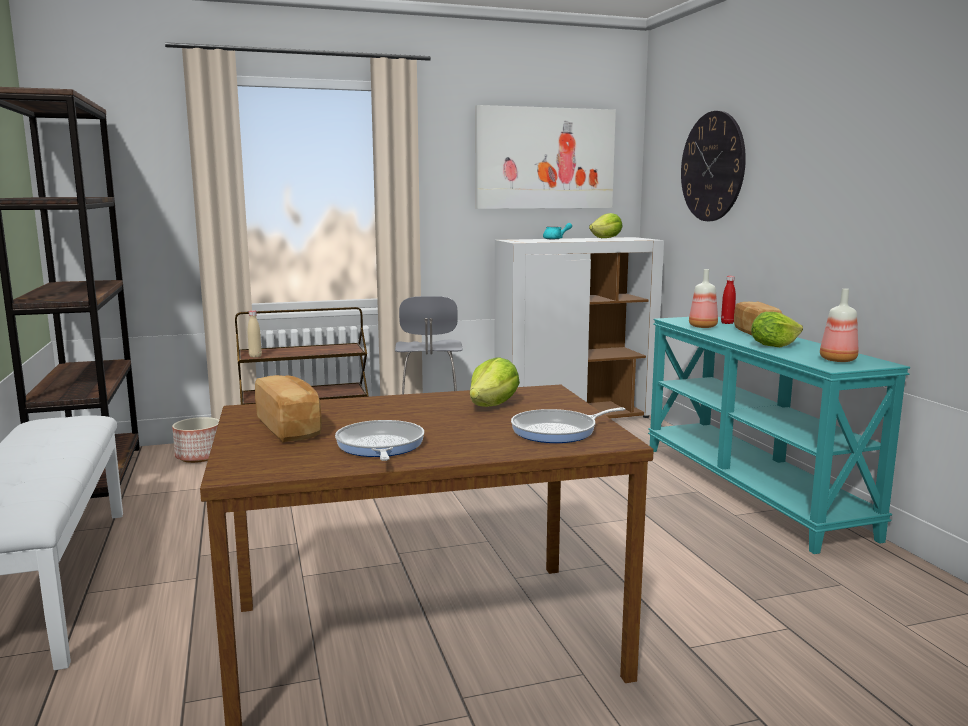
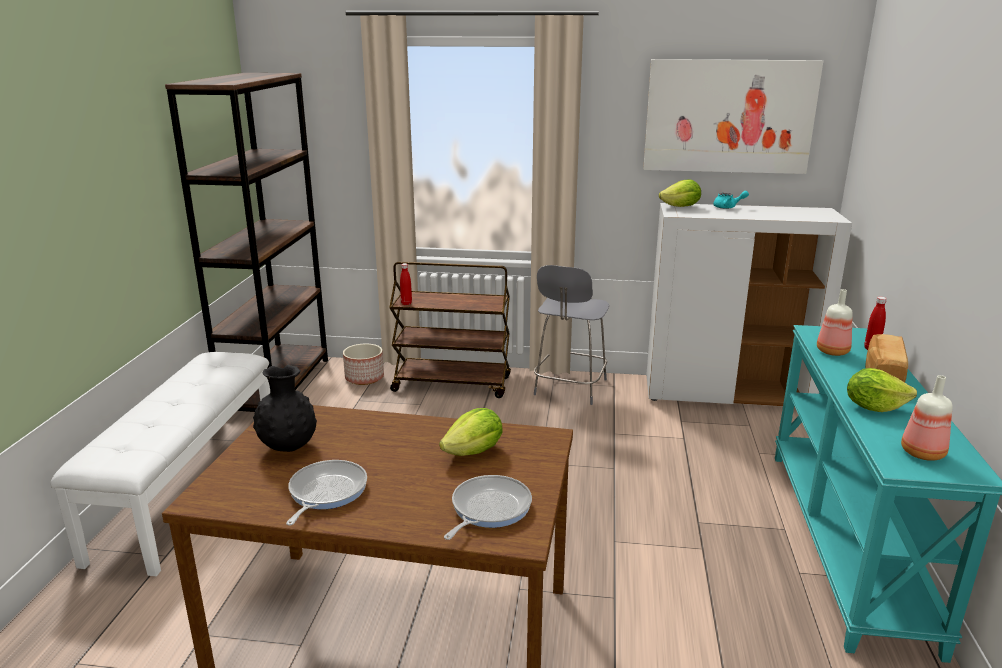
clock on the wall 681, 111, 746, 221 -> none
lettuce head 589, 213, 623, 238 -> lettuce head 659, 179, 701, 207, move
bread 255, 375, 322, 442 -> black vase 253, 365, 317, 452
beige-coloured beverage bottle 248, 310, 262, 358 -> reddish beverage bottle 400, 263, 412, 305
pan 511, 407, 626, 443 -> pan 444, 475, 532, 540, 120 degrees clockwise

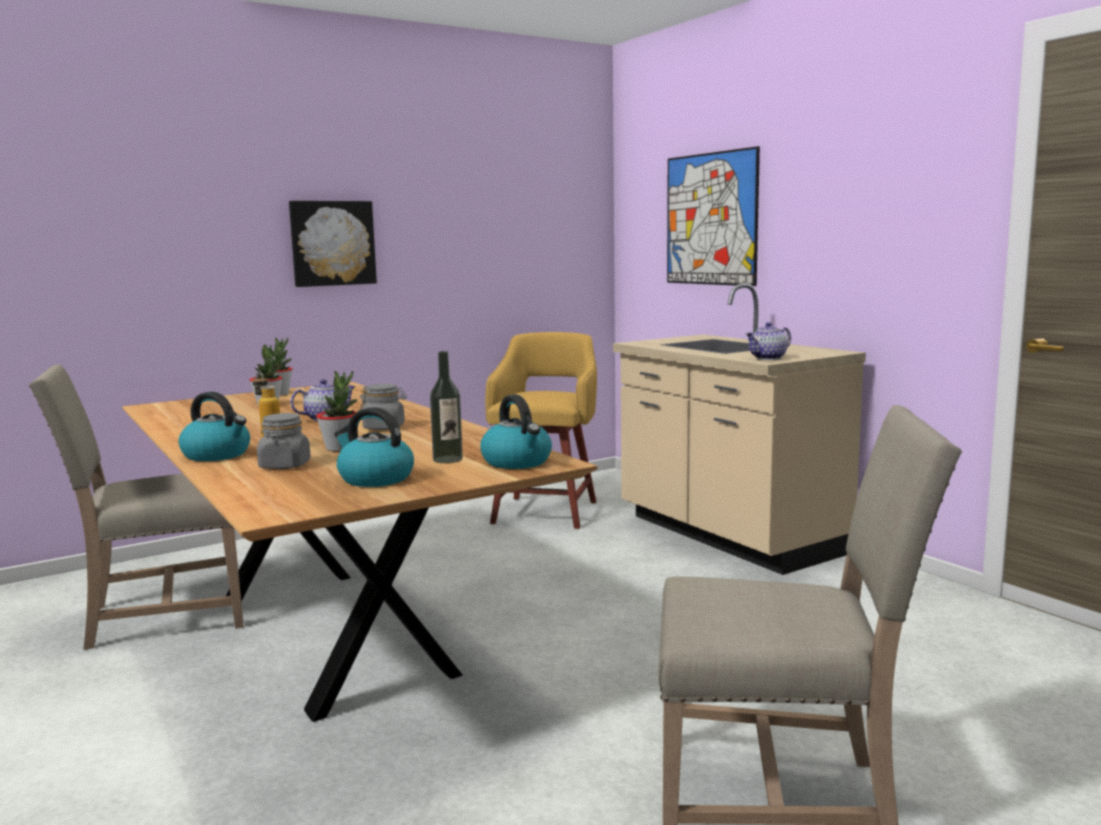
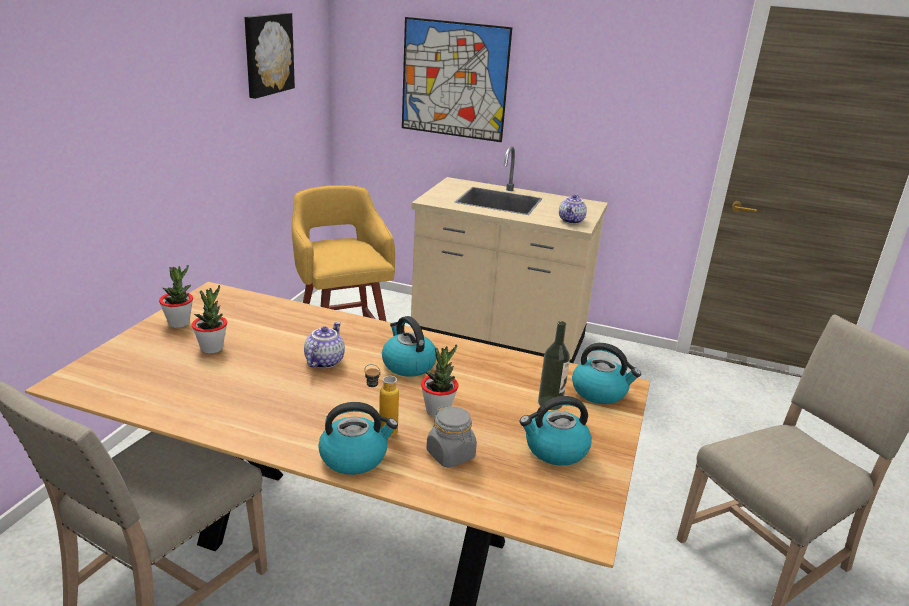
wall picture 289, 201, 377, 287 -> wall picture 244, 13, 295, 99, move
gray jar 360, 384, 407, 430 -> kettle 382, 316, 436, 377

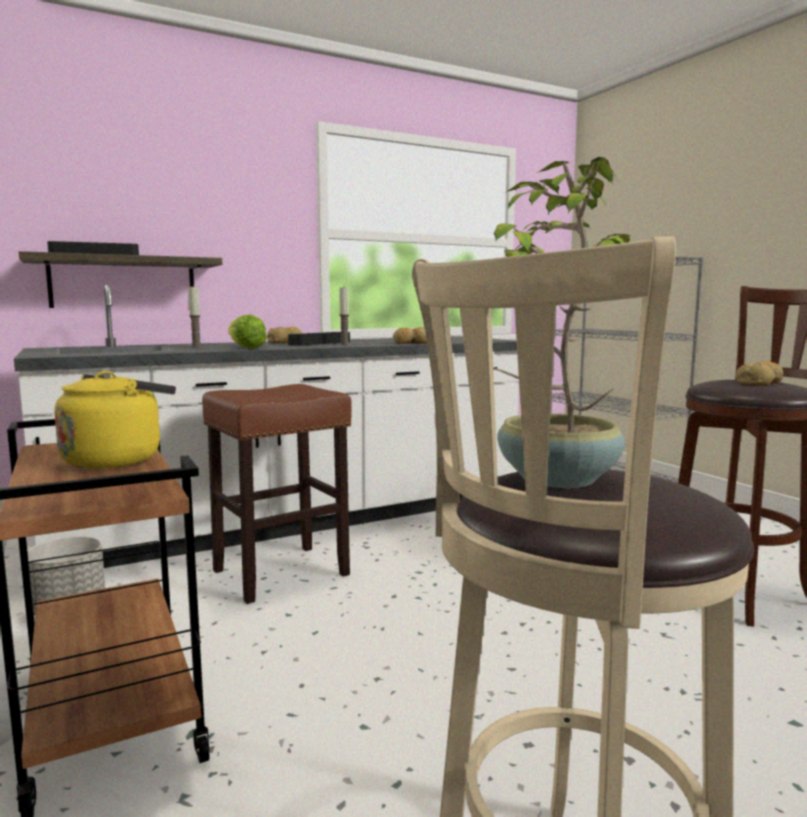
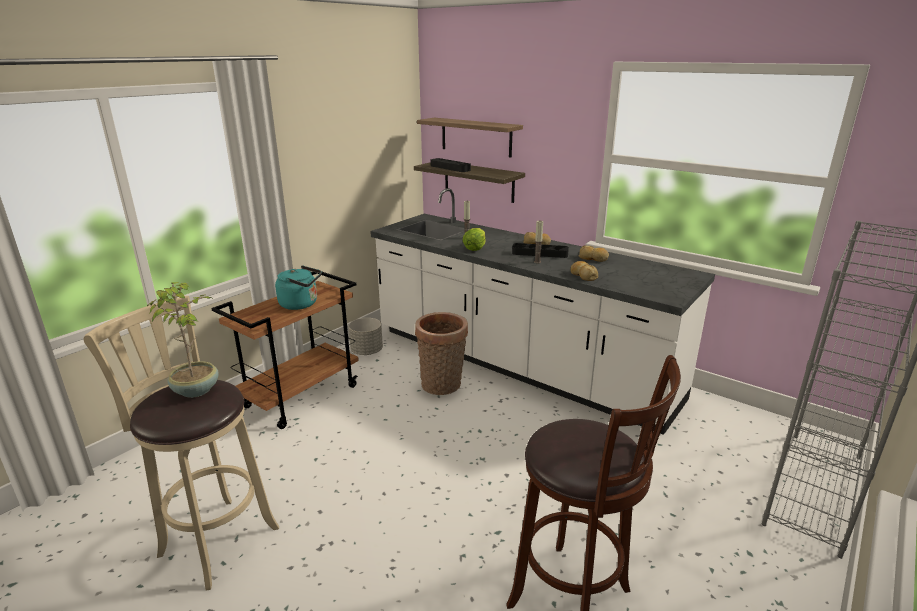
none -> wall shelf 417, 118, 523, 157
bread 736, 361, 783, 386 -> bread 579, 245, 609, 262, move
brown-coloured stool 202, 384, 351, 604 -> household basket 415, 312, 468, 395
yellow kettle 54, 371, 176, 469 -> blue-green kettle 275, 265, 322, 310

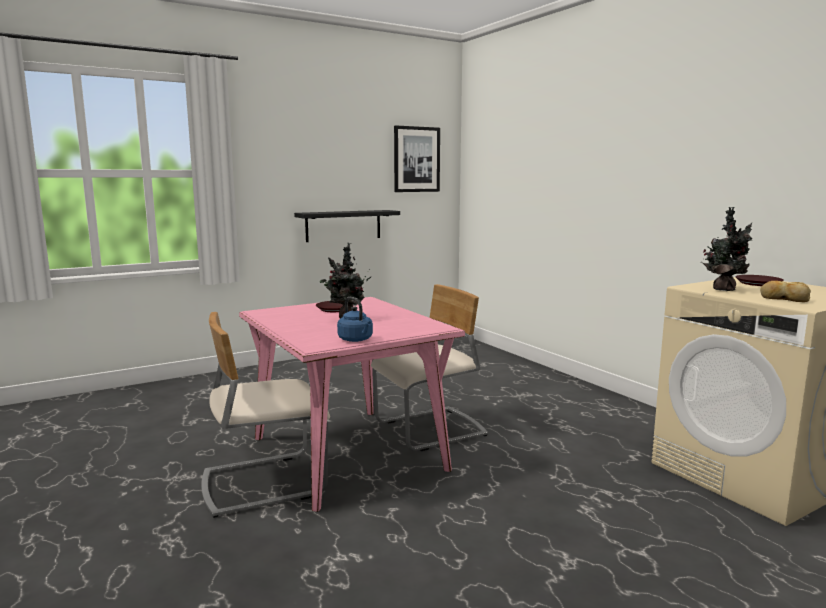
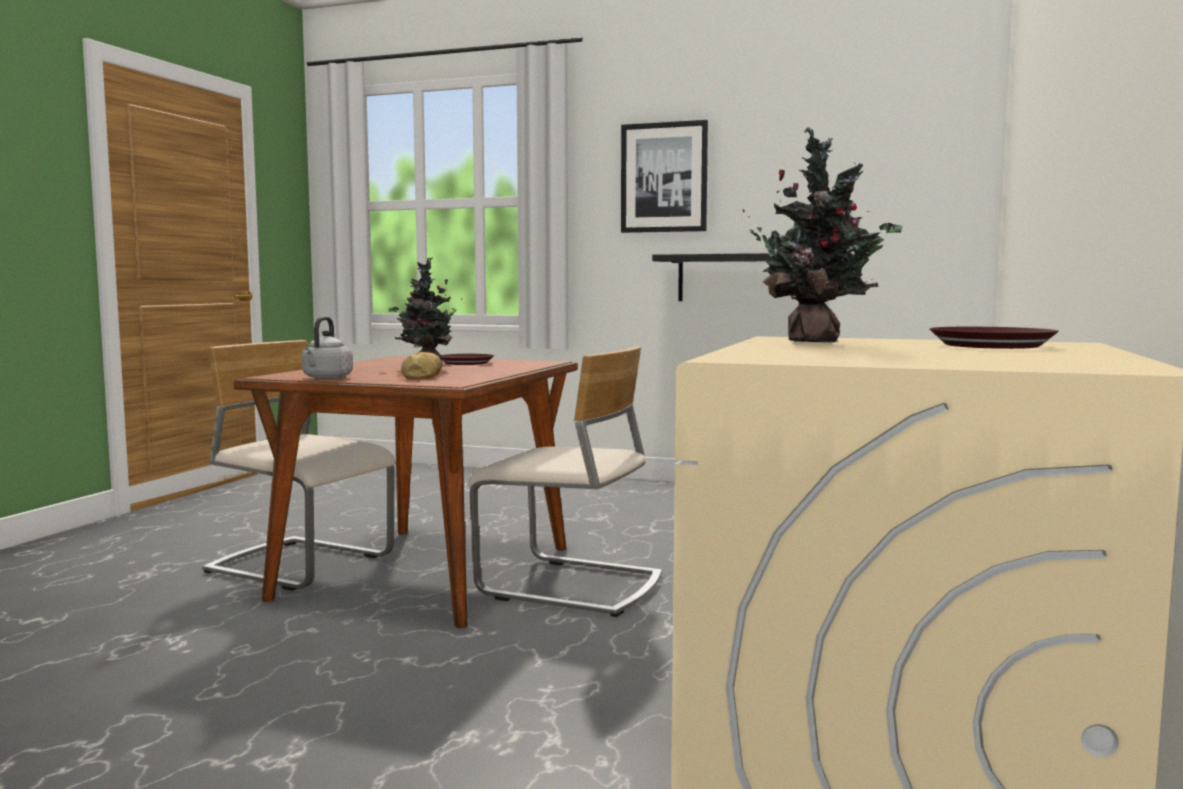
wall picture 394, 125, 440, 192 -> wall picture 621, 120, 708, 233, move
bread 760, 281, 811, 302 -> bread 401, 352, 442, 379, move
pink-coloured dinner table 239, 297, 465, 512 -> brown-coloured dinner table 234, 356, 578, 628
blue-coloured kettle 337, 297, 373, 342 -> gray kettle 302, 316, 353, 379

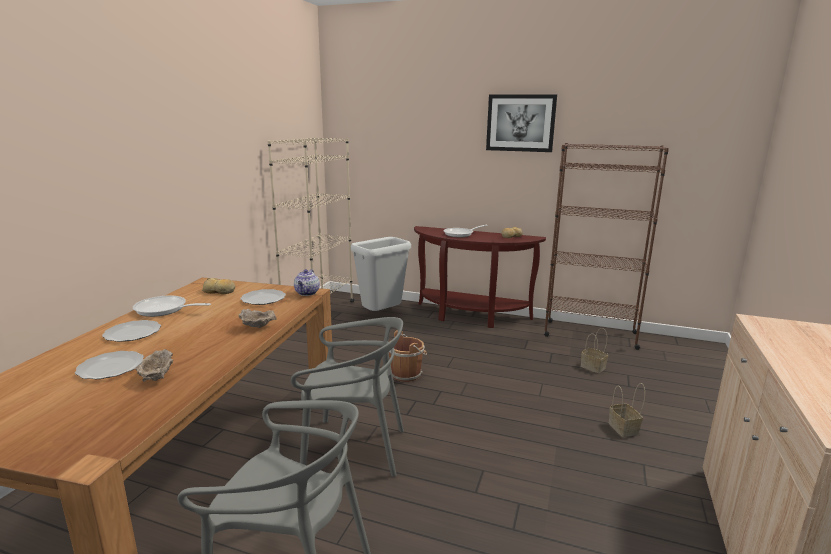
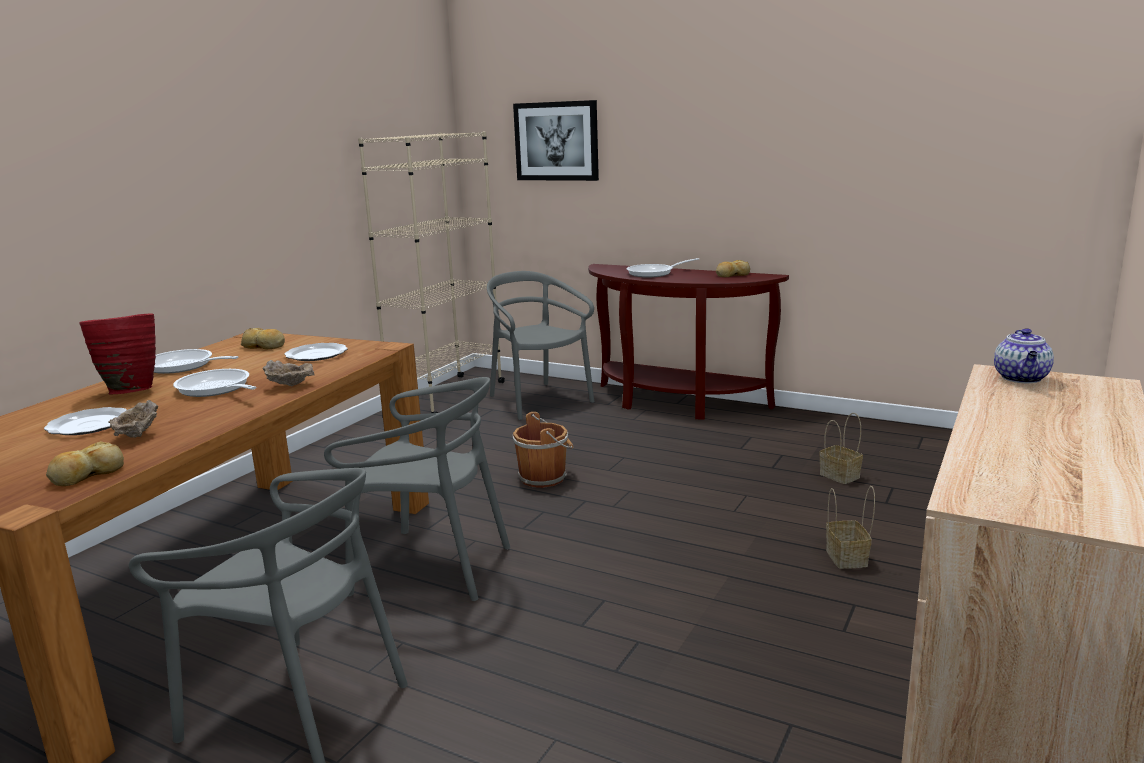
brown-coloured bookcase 544, 143, 669, 350 -> none
none -> bread 46, 441, 124, 486
none -> pan 173, 369, 256, 397
tea pot 294, 269, 320, 296 -> tea pot 994, 328, 1054, 383, move
wall picture 486, 94, 557, 152 -> wall picture 513, 100, 599, 181, move
flat dish 102, 320, 161, 342 -> reddish vase 79, 313, 156, 394
gray trash can 351, 237, 411, 311 -> gray upright chair 487, 271, 595, 420

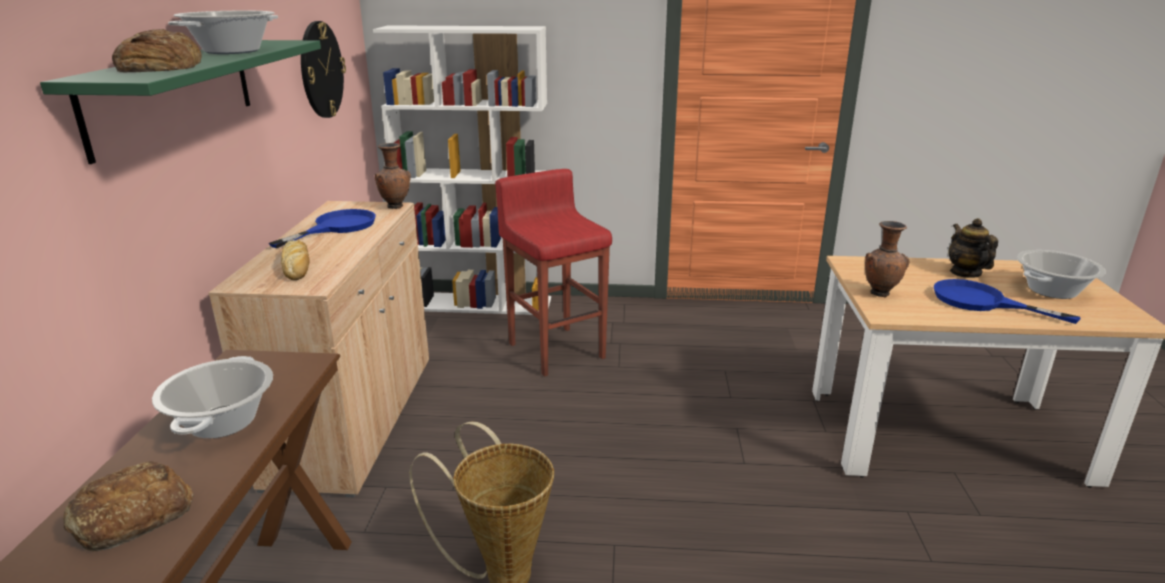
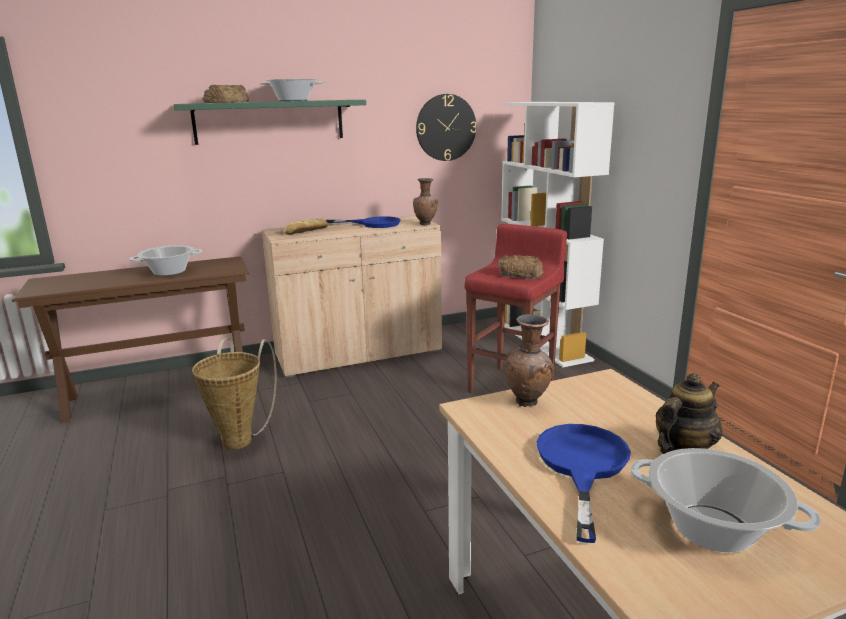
bread 63, 461, 194, 552 -> bread 498, 255, 544, 279, move

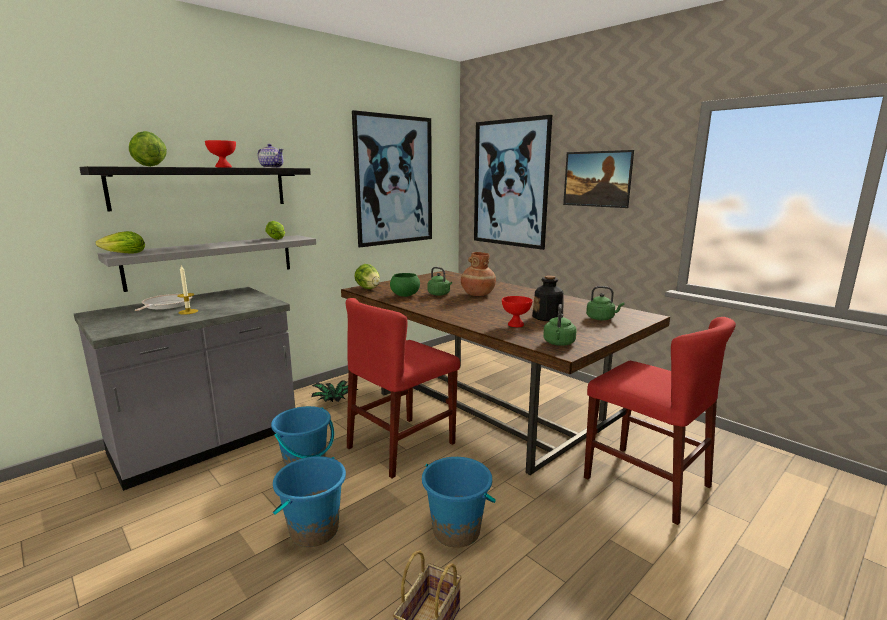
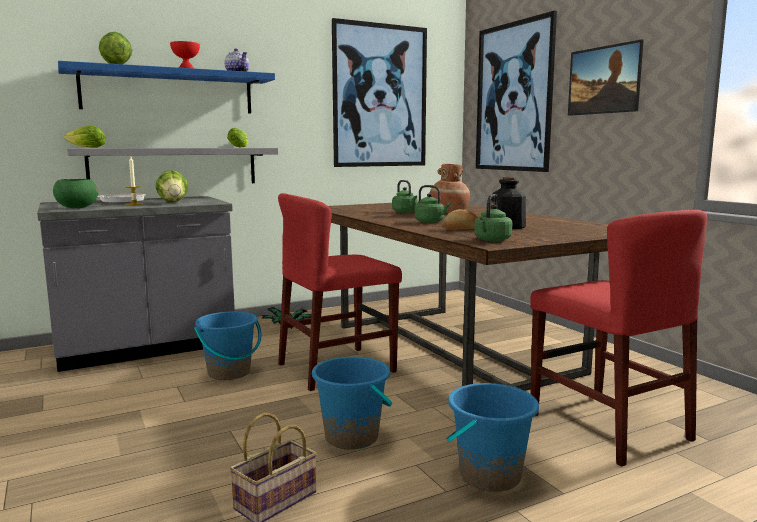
blue-coloured bucket 273, 456, 346, 547 -> blue-coloured bucket 446, 383, 539, 492, move
lettuce head 354, 264, 380, 289 -> lettuce head 156, 170, 188, 203, move
green bowl 390, 273, 420, 297 -> green bowl 53, 179, 98, 208, move
green kettle 586, 286, 625, 320 -> green kettle 415, 185, 451, 223, move
reddish bowl 502, 296, 533, 327 -> bread 443, 209, 478, 229
black wall shelf 79, 166, 311, 211 -> blue-coloured wall shelf 58, 61, 275, 114

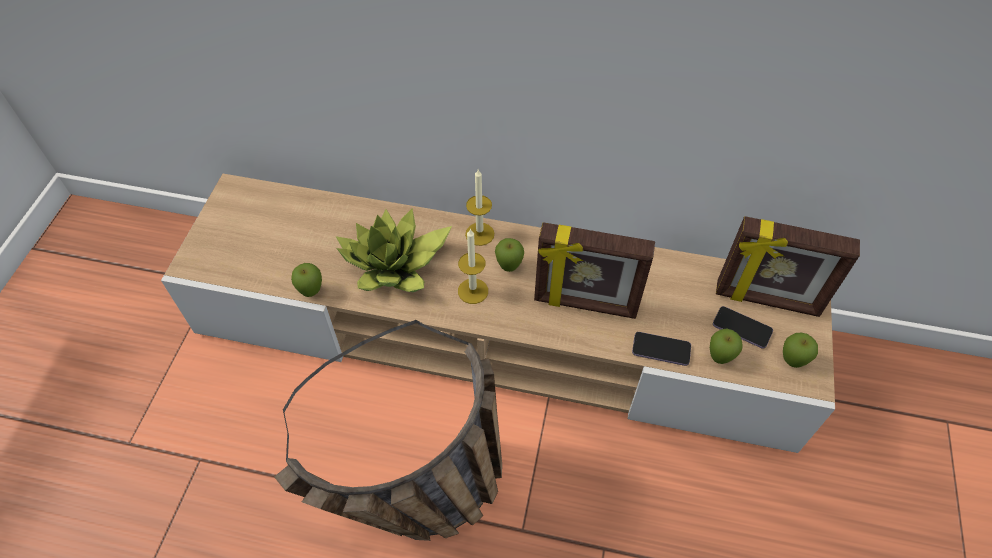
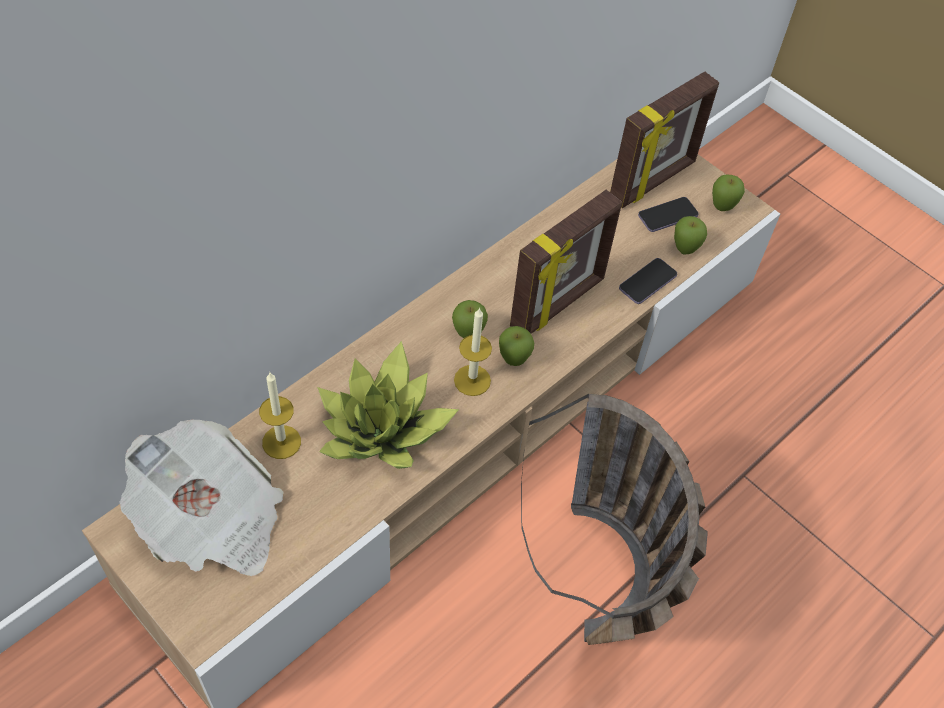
none -> newspaper 119, 420, 284, 576
apple 291, 263, 322, 297 -> apple 499, 326, 534, 366, move
wax candle 465, 170, 494, 246 -> wax candle 259, 373, 301, 459, move

